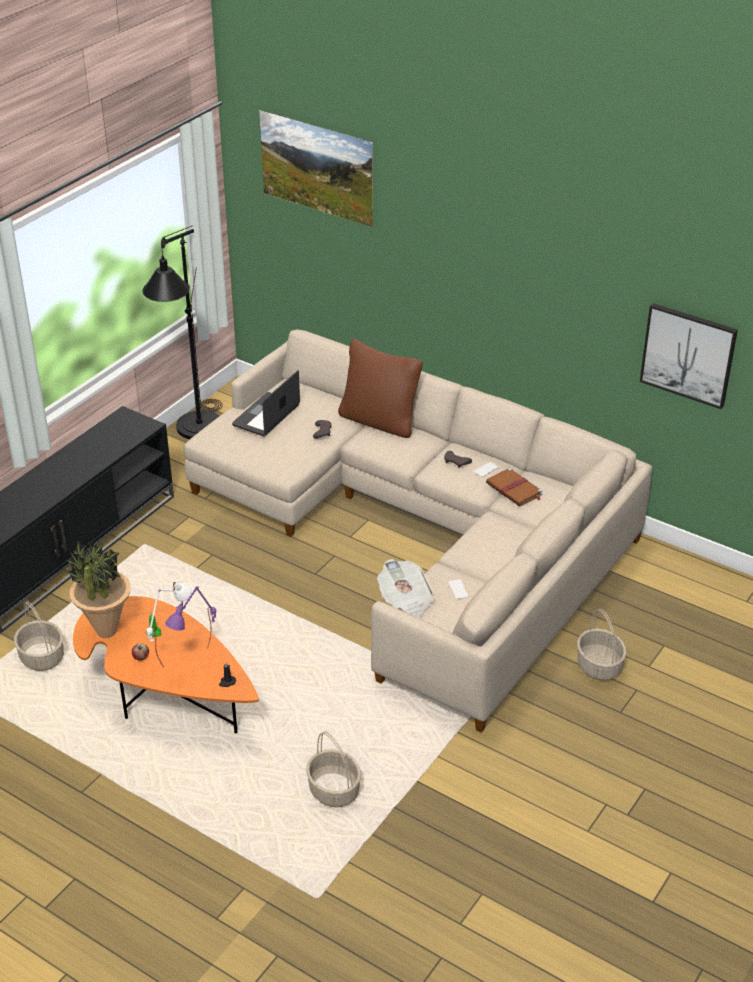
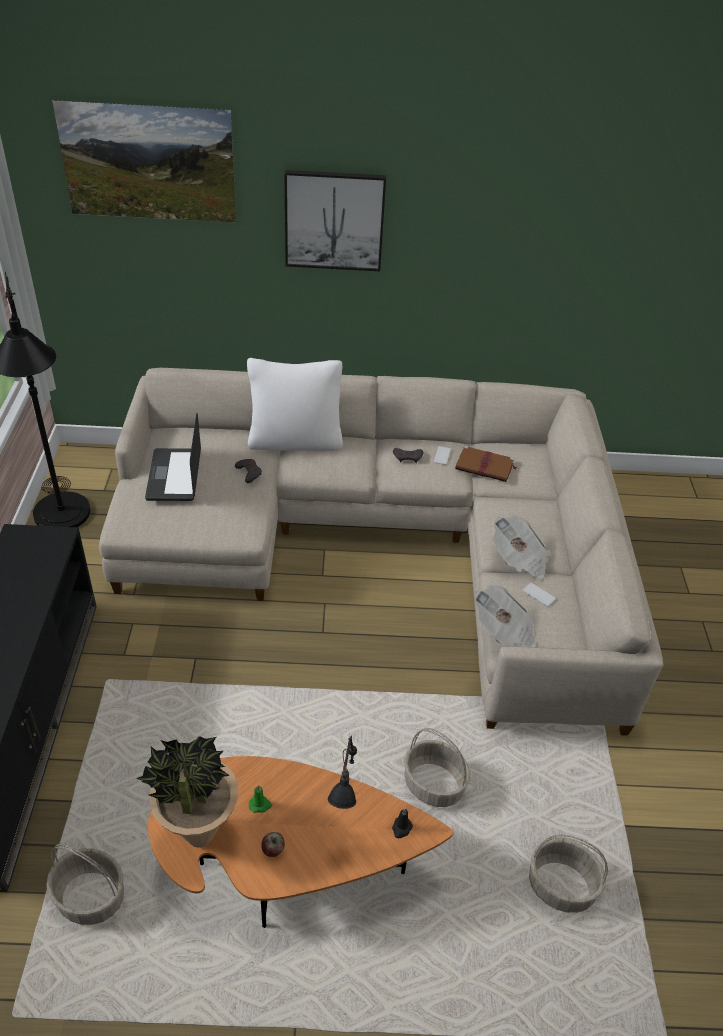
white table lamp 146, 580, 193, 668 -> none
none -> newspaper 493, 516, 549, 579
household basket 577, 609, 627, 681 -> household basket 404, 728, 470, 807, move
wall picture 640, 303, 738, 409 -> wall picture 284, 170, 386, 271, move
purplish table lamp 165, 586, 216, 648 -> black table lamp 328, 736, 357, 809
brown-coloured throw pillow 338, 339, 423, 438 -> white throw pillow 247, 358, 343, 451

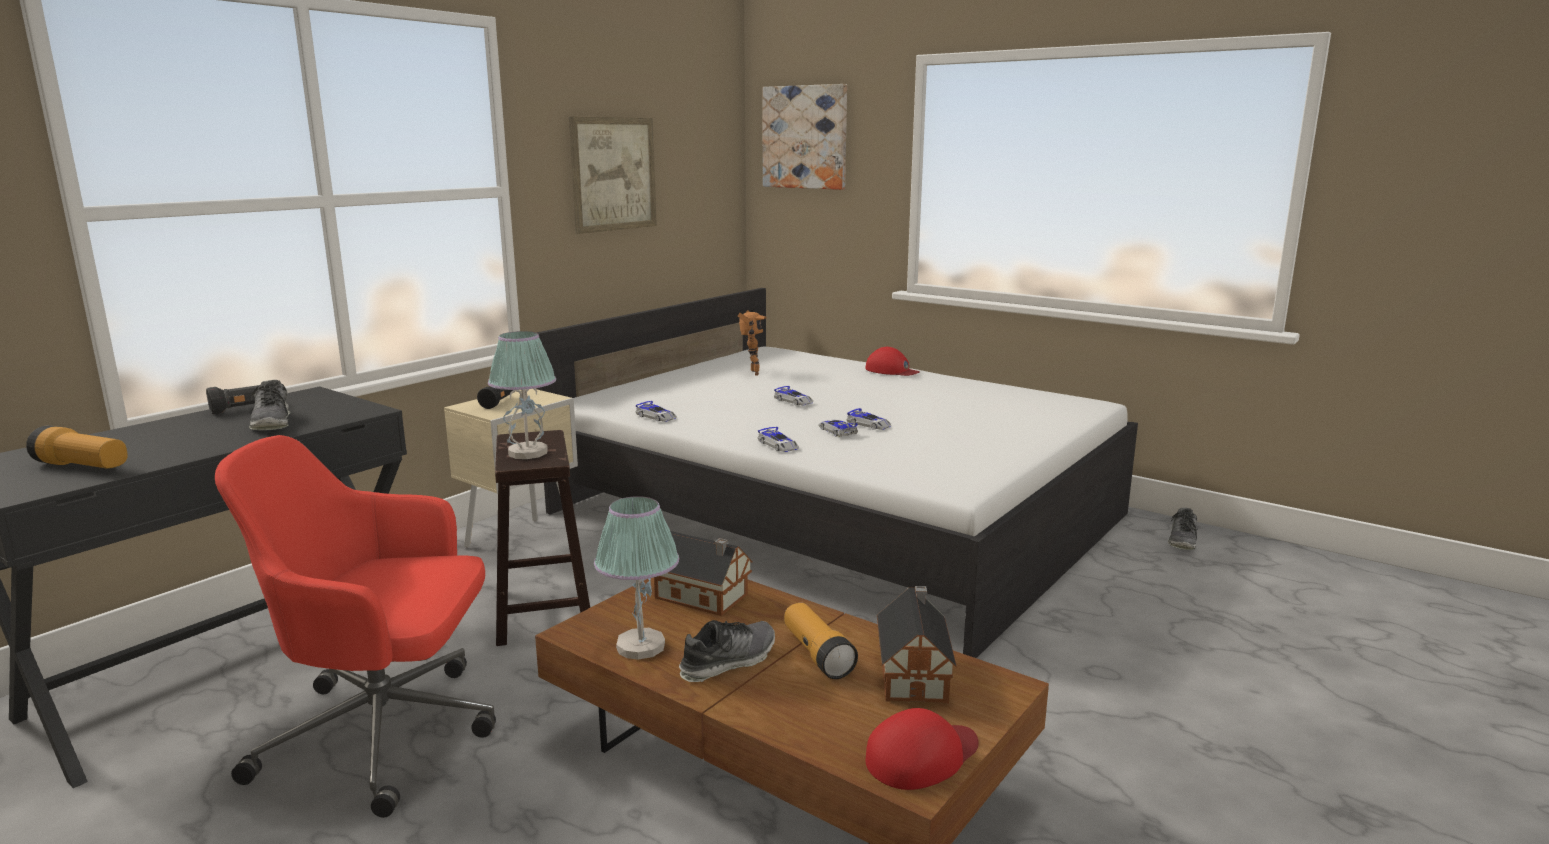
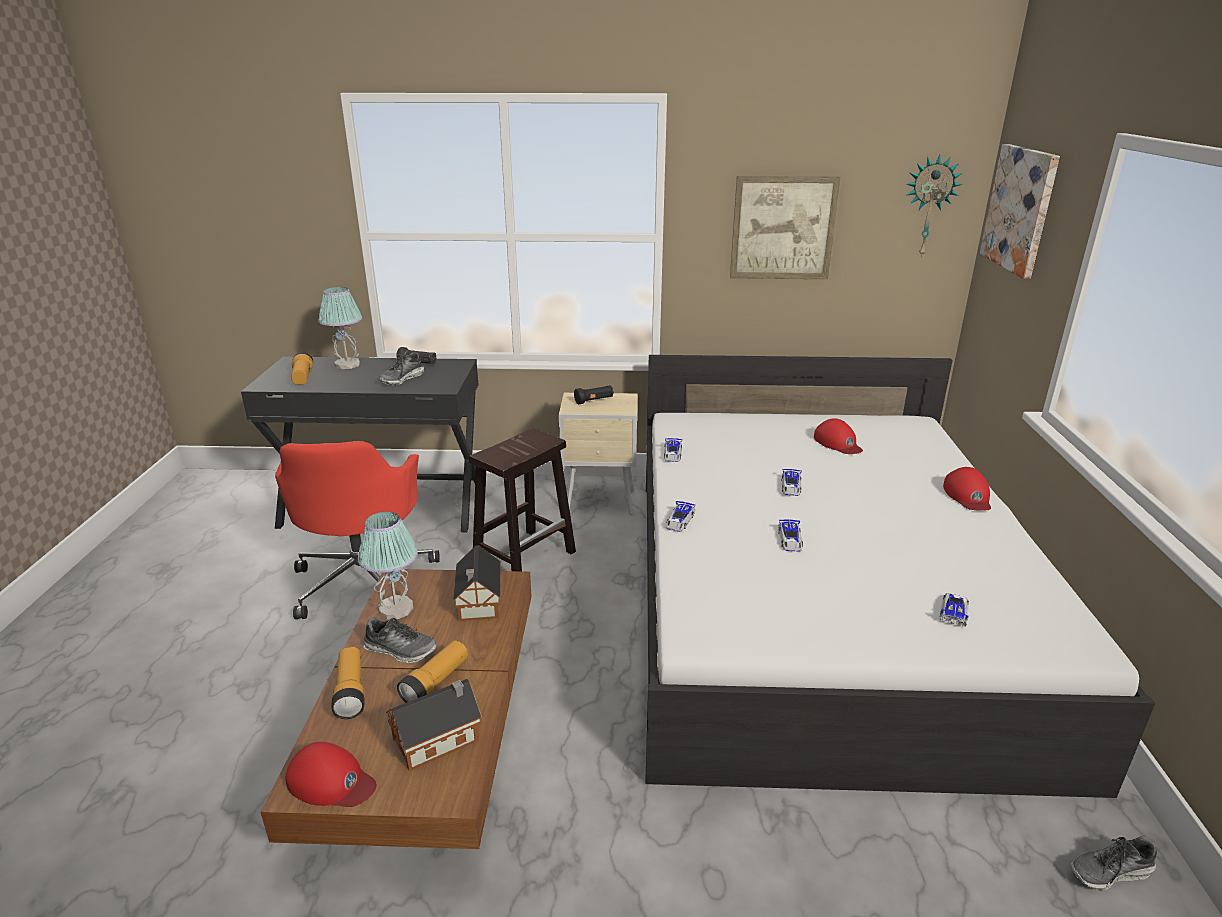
none -> torch 331, 647, 365, 719
none -> clock on the wall 906, 155, 963, 258
table lamp 488, 331, 556, 459 -> table lamp 318, 287, 362, 369, move
toy car 819, 419, 858, 437 -> toy car 940, 593, 969, 627, move
model robot 738, 310, 767, 376 -> reddish cap 814, 418, 863, 454
reddish office chair 215, 435, 496, 818 -> reddish office chair 275, 441, 440, 619, 150 degrees counterclockwise

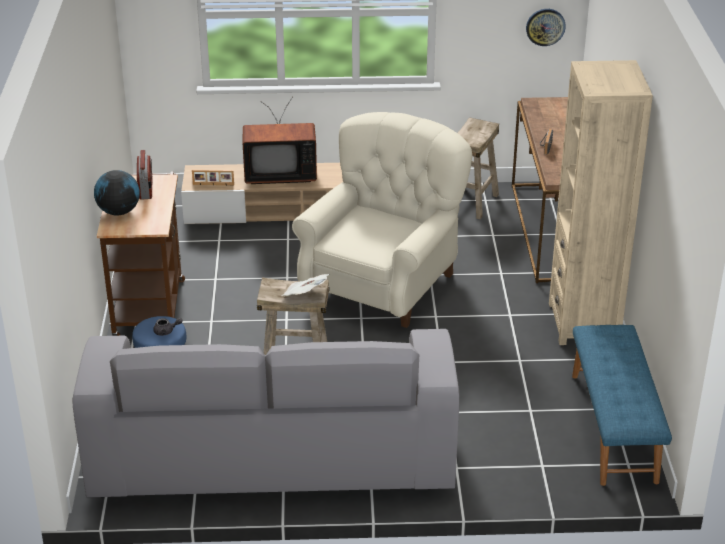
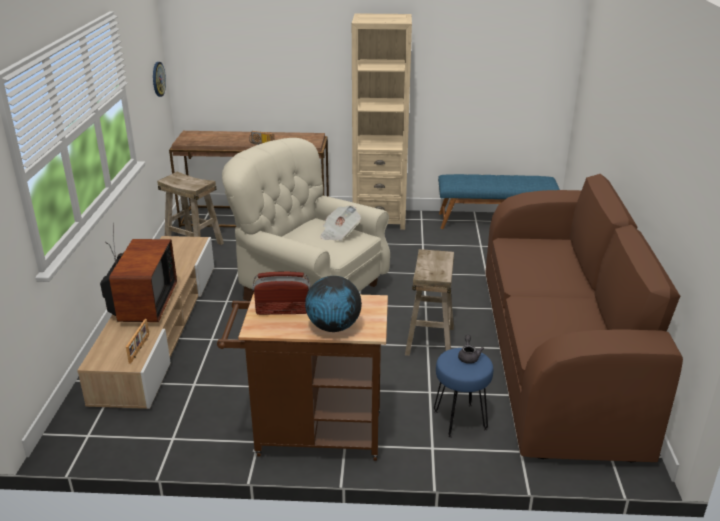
newspaper 281, 274, 329, 296 -> newspaper 320, 205, 361, 241, move
gray settee 72, 329, 459, 497 -> brown-coloured settee 485, 174, 683, 462

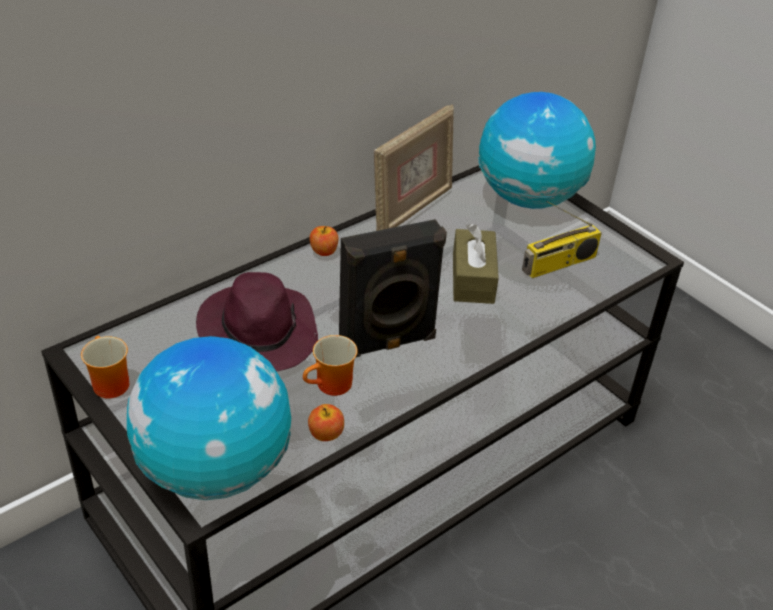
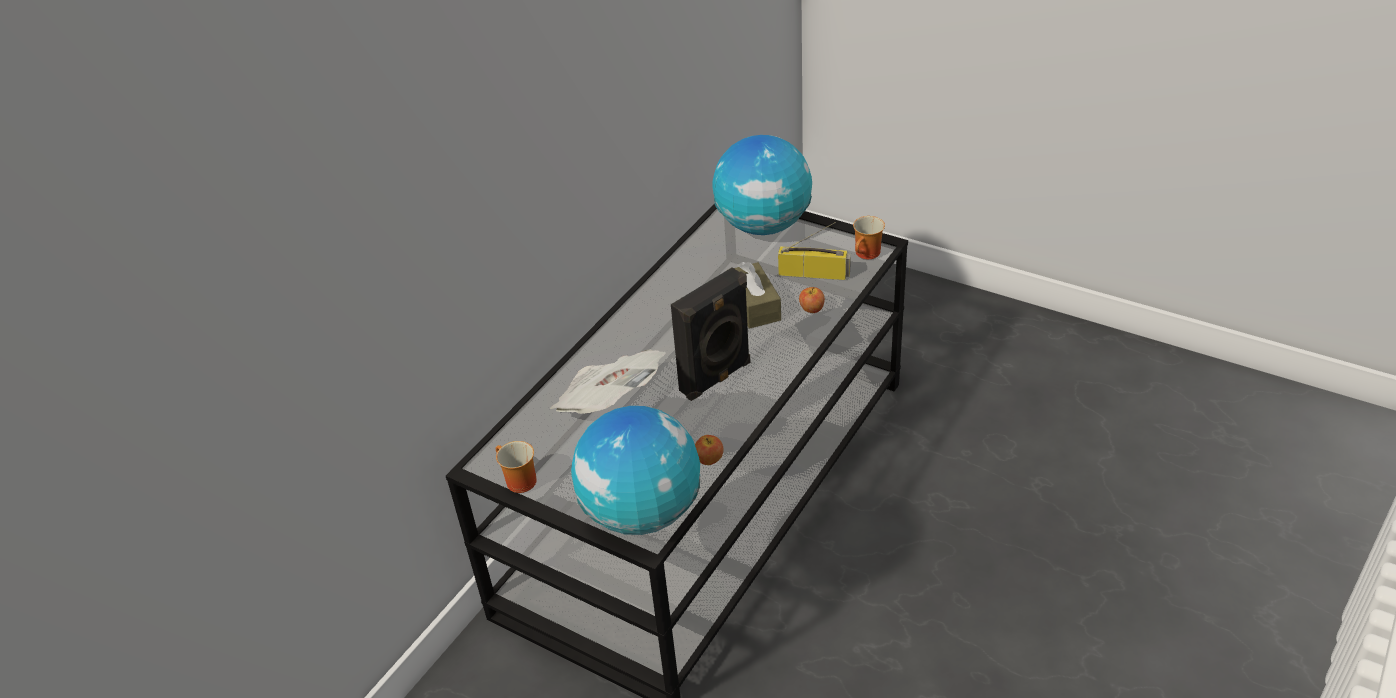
standing frame 374, 104, 454, 231 -> none
coffee mug 303, 335, 358, 396 -> coffee mug 853, 216, 885, 259, move
apple 310, 226, 339, 256 -> apple 799, 287, 825, 313, move
purplish wearable hat 196, 272, 318, 372 -> newspaper 550, 349, 666, 414
radio set 522, 201, 602, 278 -> radio set 778, 222, 851, 280, 120 degrees counterclockwise

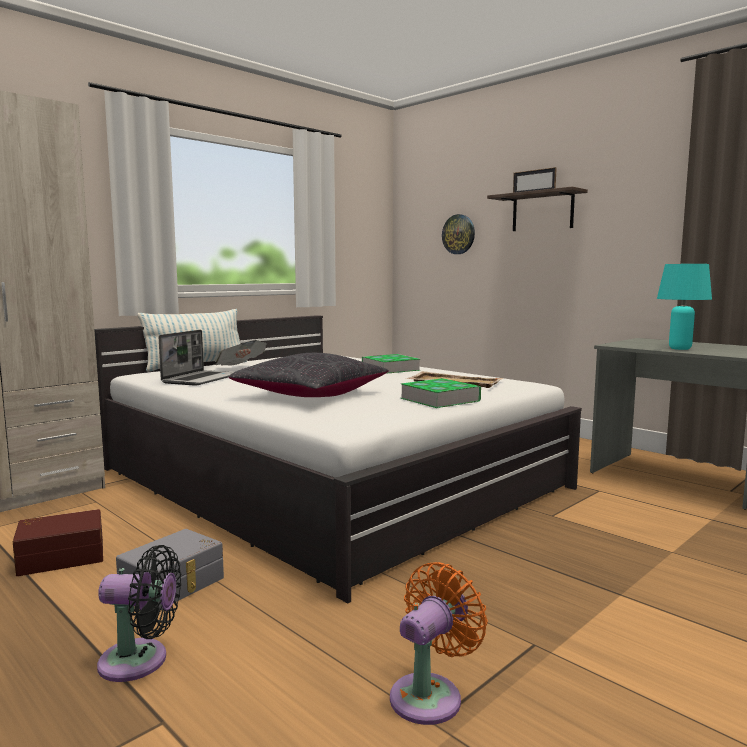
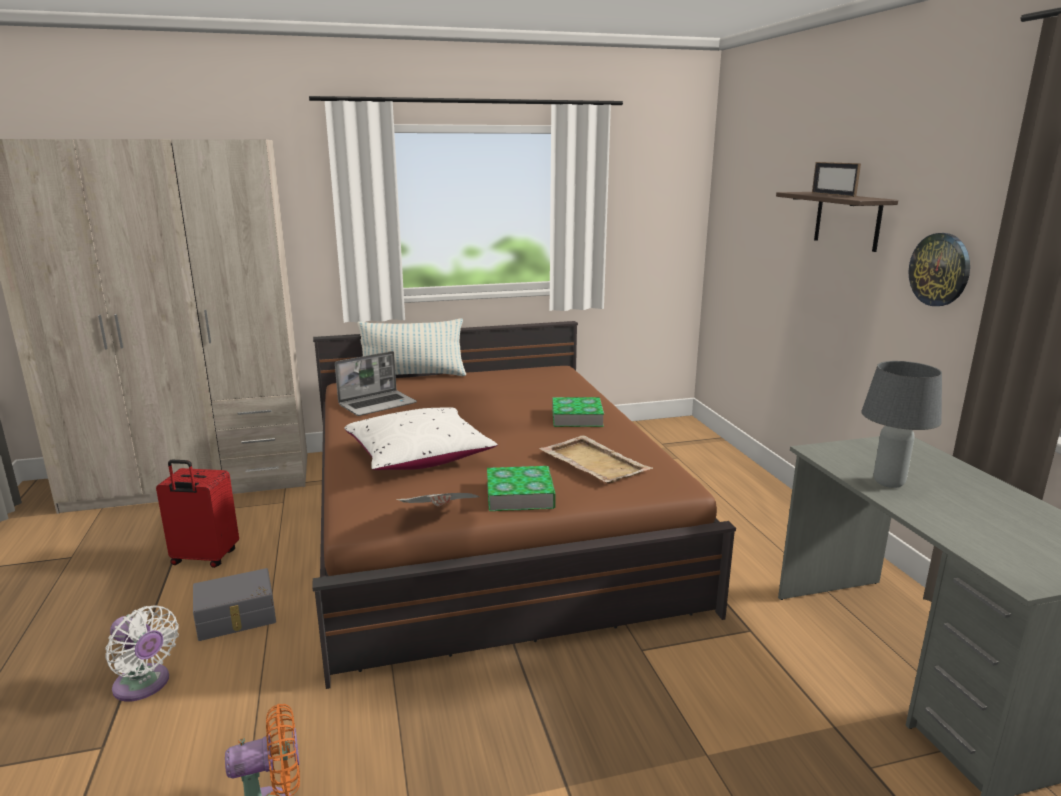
newspaper 215, 340, 267, 366 -> newspaper 397, 493, 480, 507, move
clock on the wall 442, 214, 475, 254 -> clock on the wall 909, 233, 970, 306, move
brown-coloured storage bin 13, 509, 103, 576 -> reddish piece of luggage 156, 460, 239, 568
white bed 94, 315, 582, 603 -> brown-coloured bed 312, 321, 736, 689
black cooling fan 97, 545, 181, 682 -> white cooling fan 105, 605, 179, 701
black throw pillow 229, 353, 389, 397 -> white throw pillow 344, 407, 498, 470
blue-green table lamp 657, 264, 712, 350 -> gray table lamp 861, 361, 942, 488

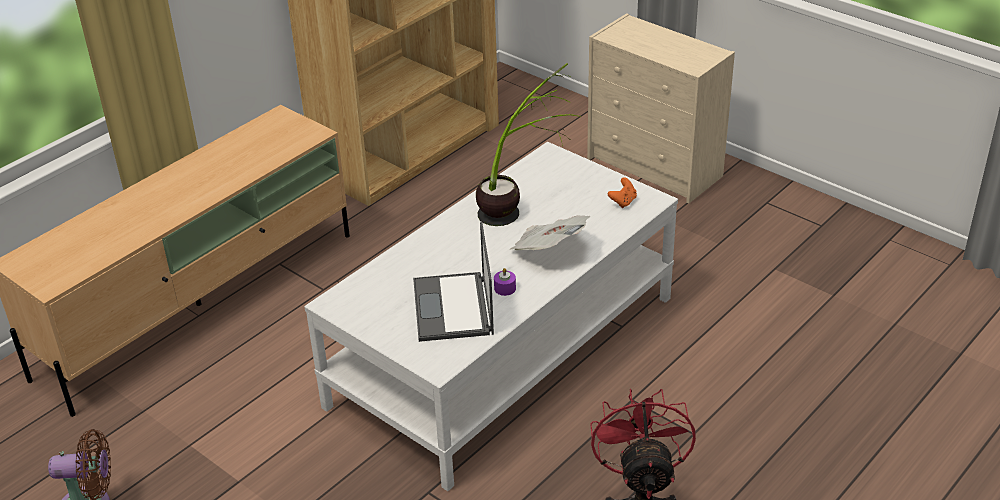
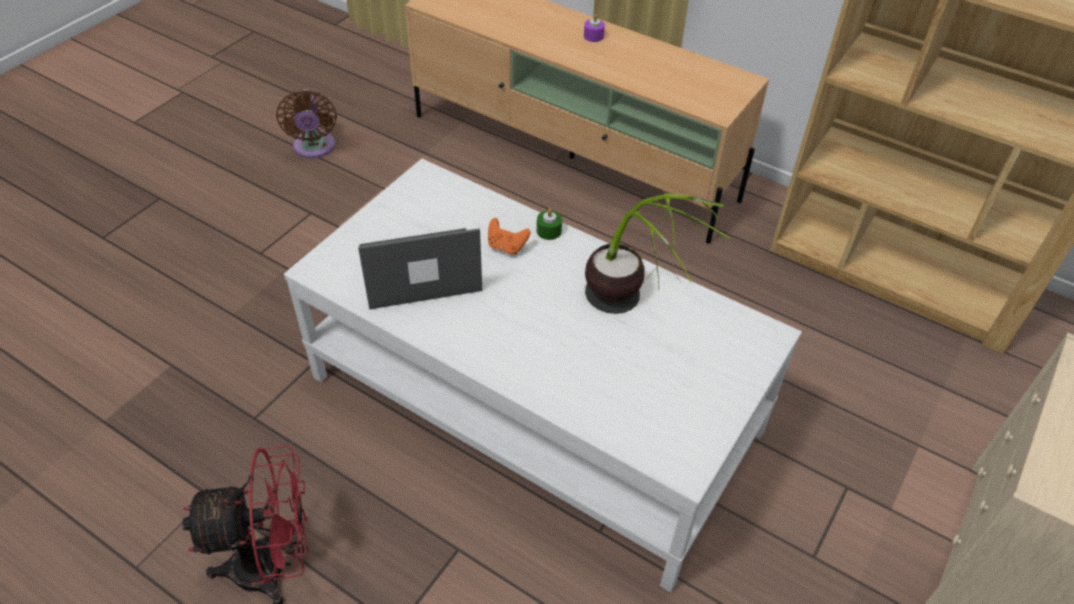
newspaper 510, 215, 591, 251 -> none
none -> green wax candle 537, 208, 562, 240
purplish wax candle 494, 268, 516, 296 -> purplish wax candle 584, 14, 605, 42, move
orange gamepad 608, 177, 637, 208 -> orange gamepad 488, 218, 530, 255, move

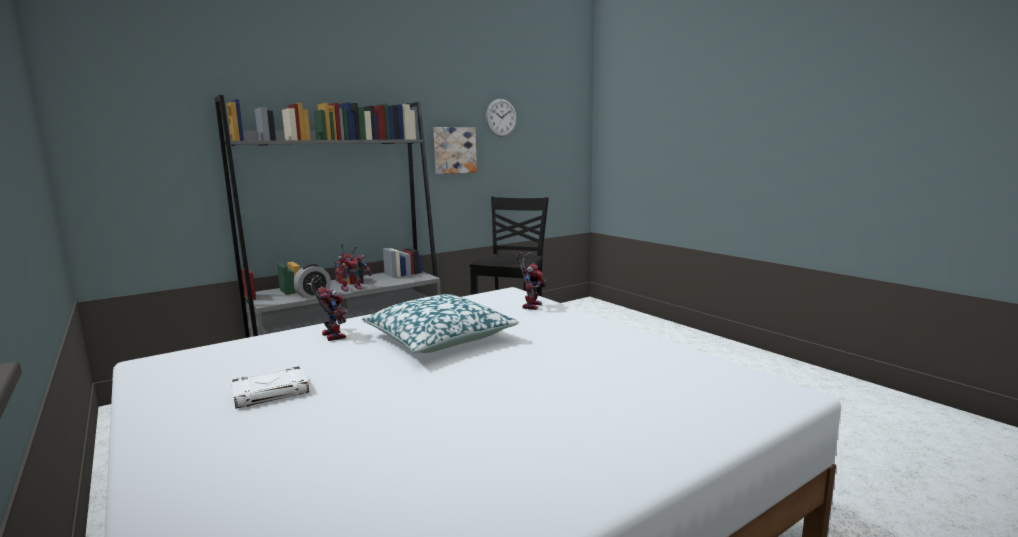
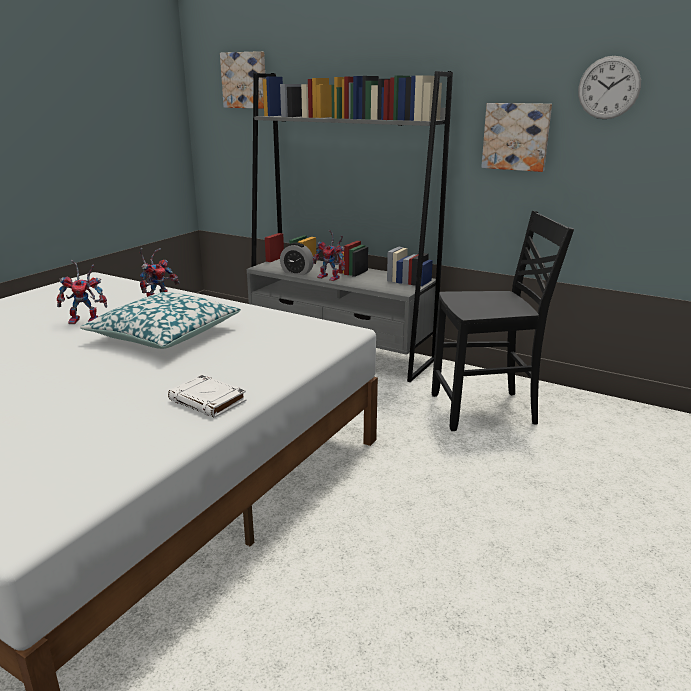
none -> wall picture 220, 51, 265, 109
white book 231, 366, 309, 409 -> white book 168, 375, 246, 418, move
model robot 517, 252, 546, 310 -> model robot 57, 260, 107, 324, move

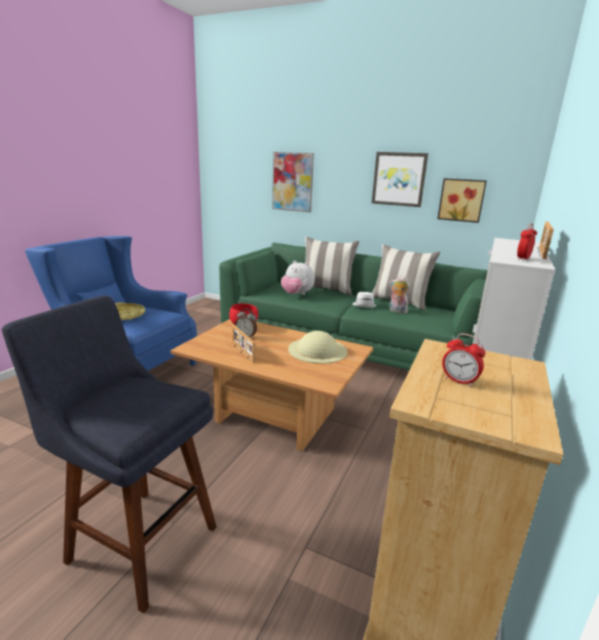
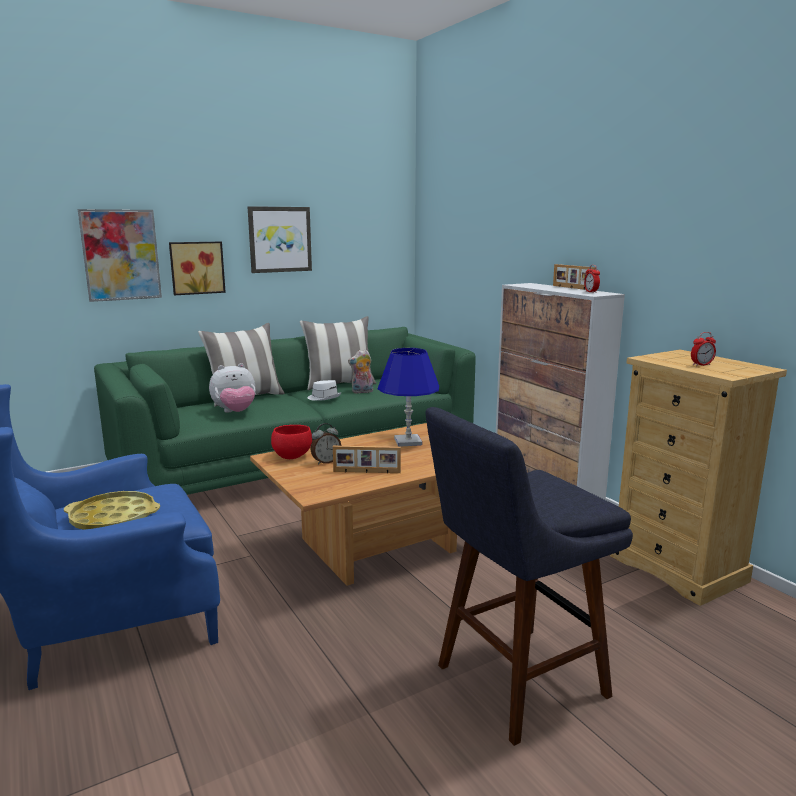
wall picture 437, 178, 487, 223 -> wall picture 169, 242, 226, 295, move
beige-coloured wearable hat 288, 331, 347, 364 -> blue-coloured table lamp 378, 348, 439, 447

